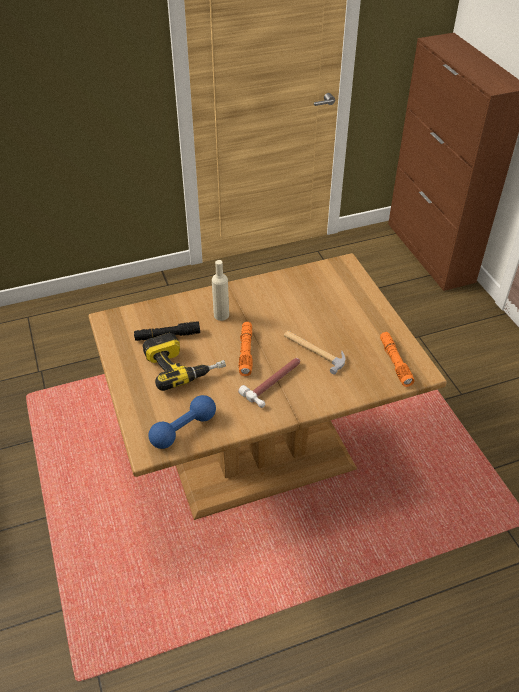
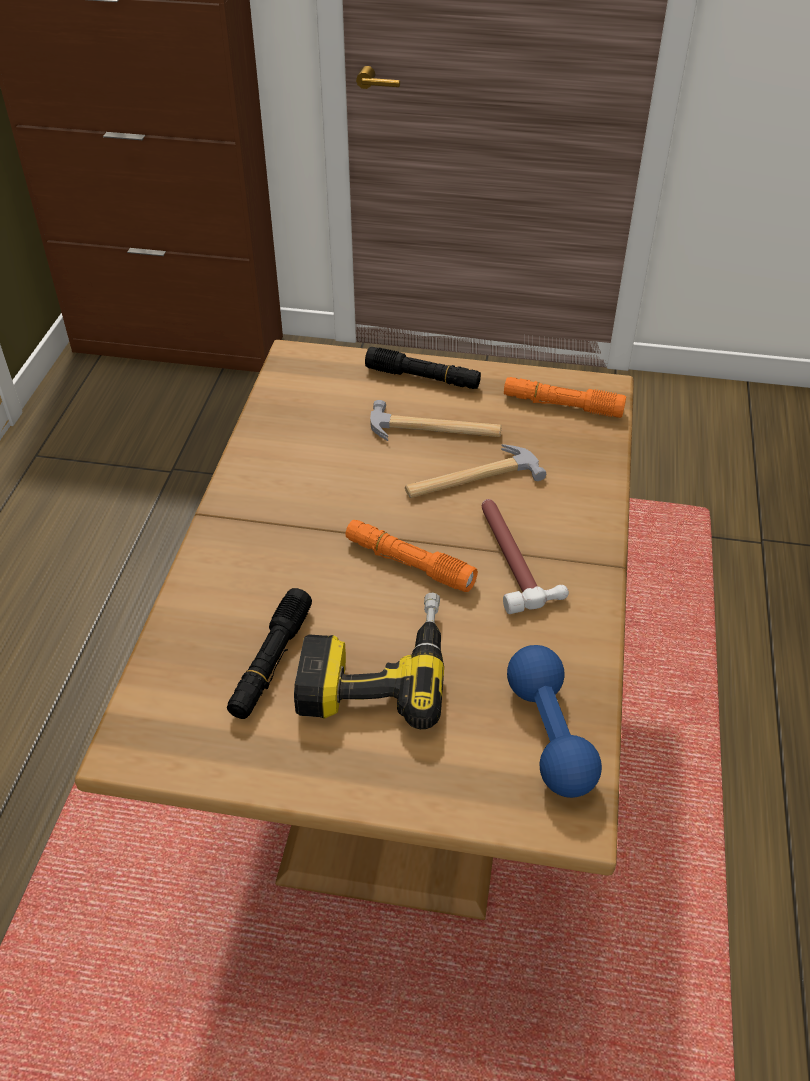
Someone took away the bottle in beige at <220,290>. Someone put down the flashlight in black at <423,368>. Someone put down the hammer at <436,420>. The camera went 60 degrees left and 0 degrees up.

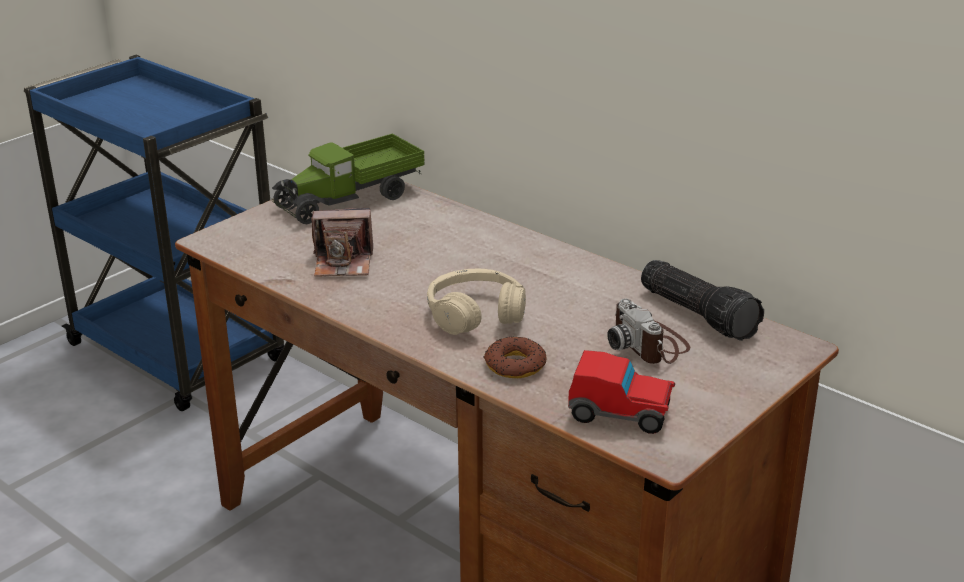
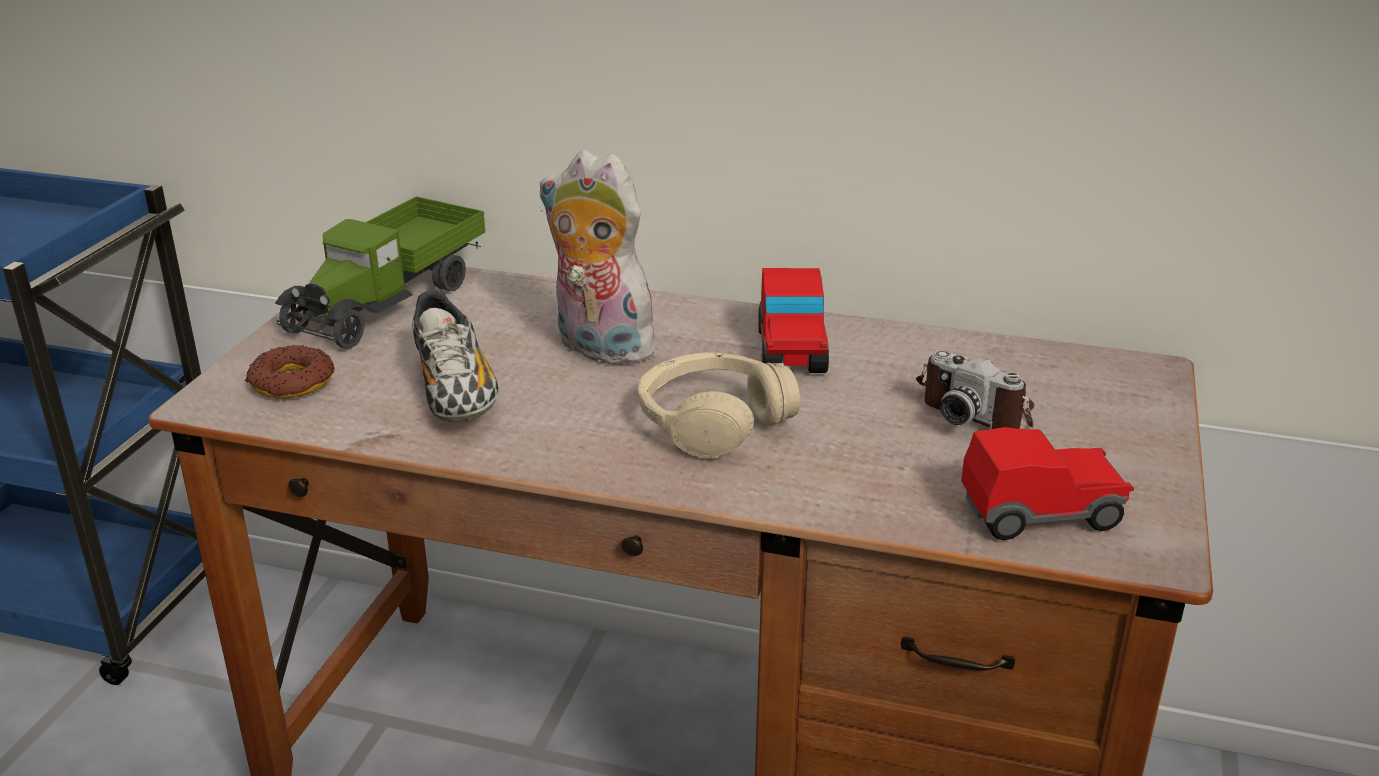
Someone swapped the photo camera at <342,242> for the shoe at <455,356>. Someone carried the donut from <514,357> to <289,371>. Someone took away the flashlight at <702,300>. Someone put down the plush toy at <601,258>. Someone put down the toy car at <793,320>. The camera went 25 degrees left and 0 degrees up.

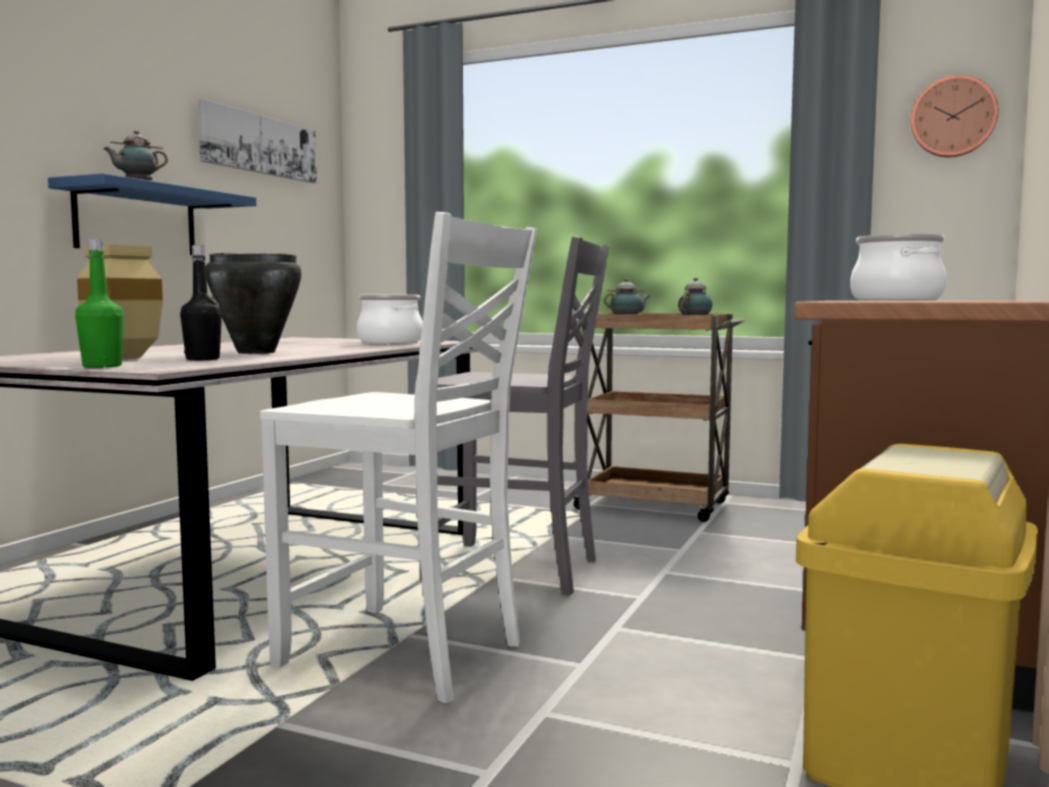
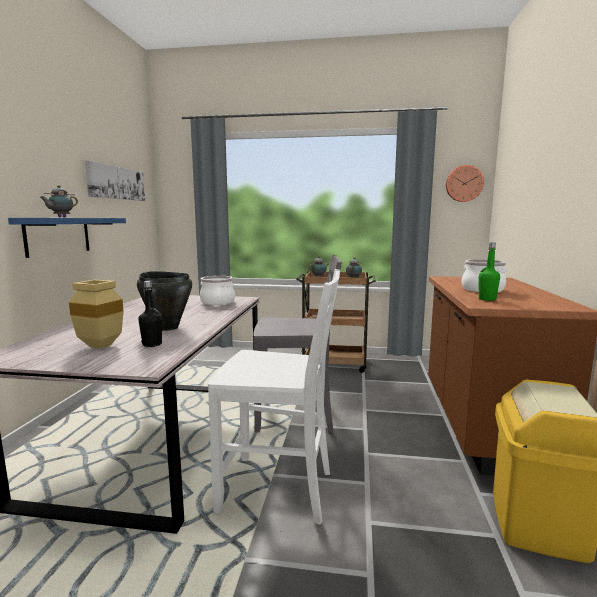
Someone carried the bottle in green from <99,303> to <489,272>. The camera went 15 degrees left and 5 degrees up.

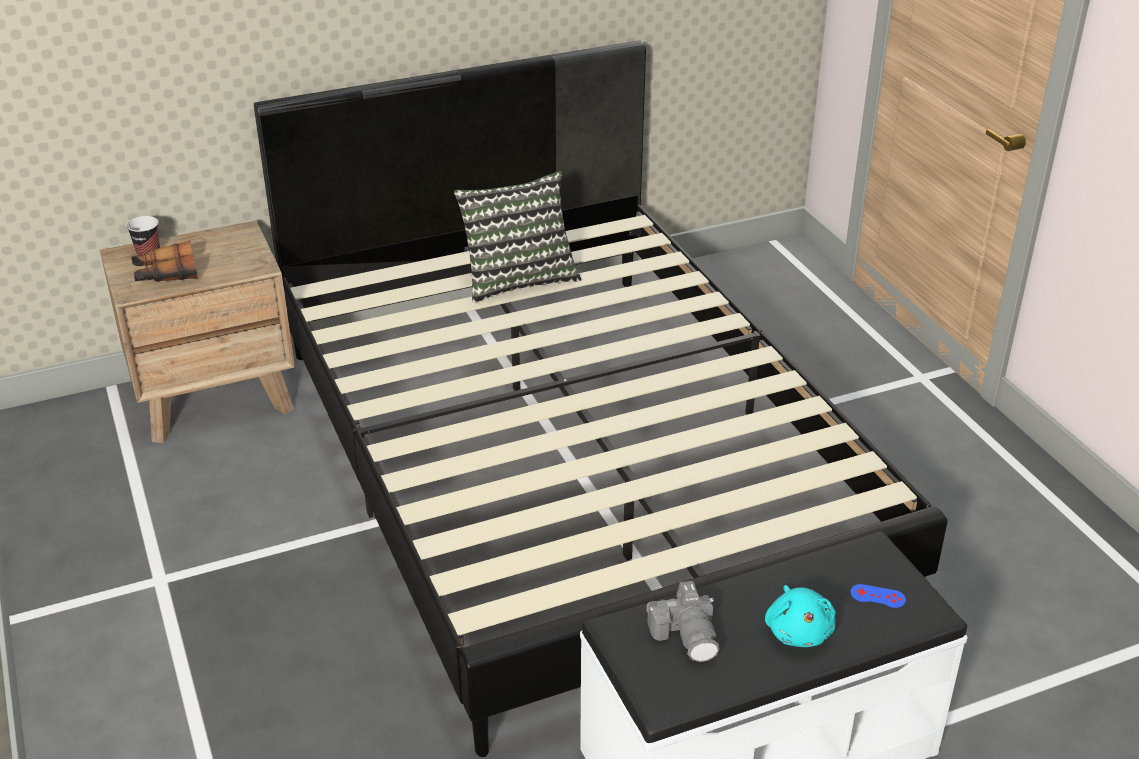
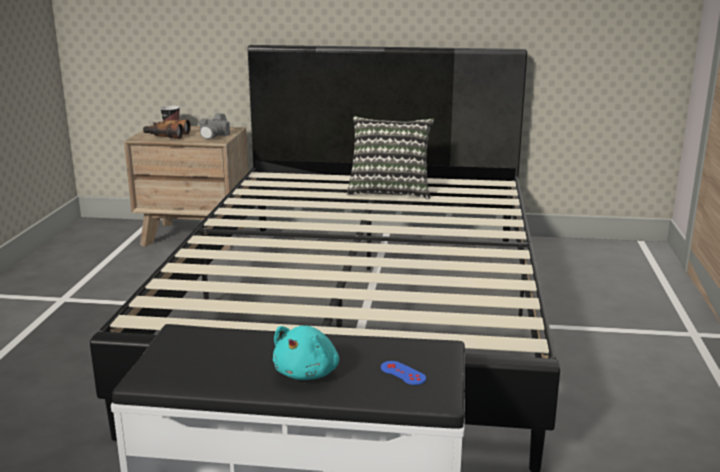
Someone carried the photo camera from <682,621> to <214,126>. The camera went 30 degrees right and 15 degrees down.

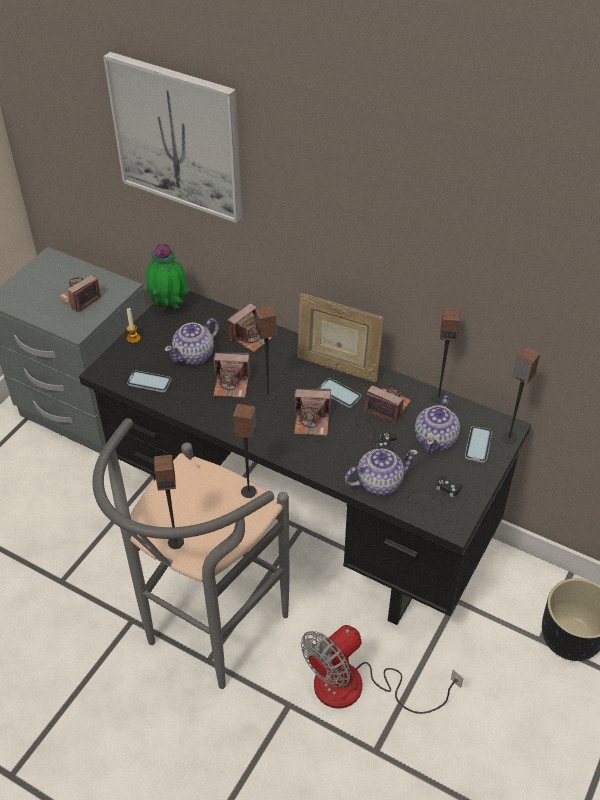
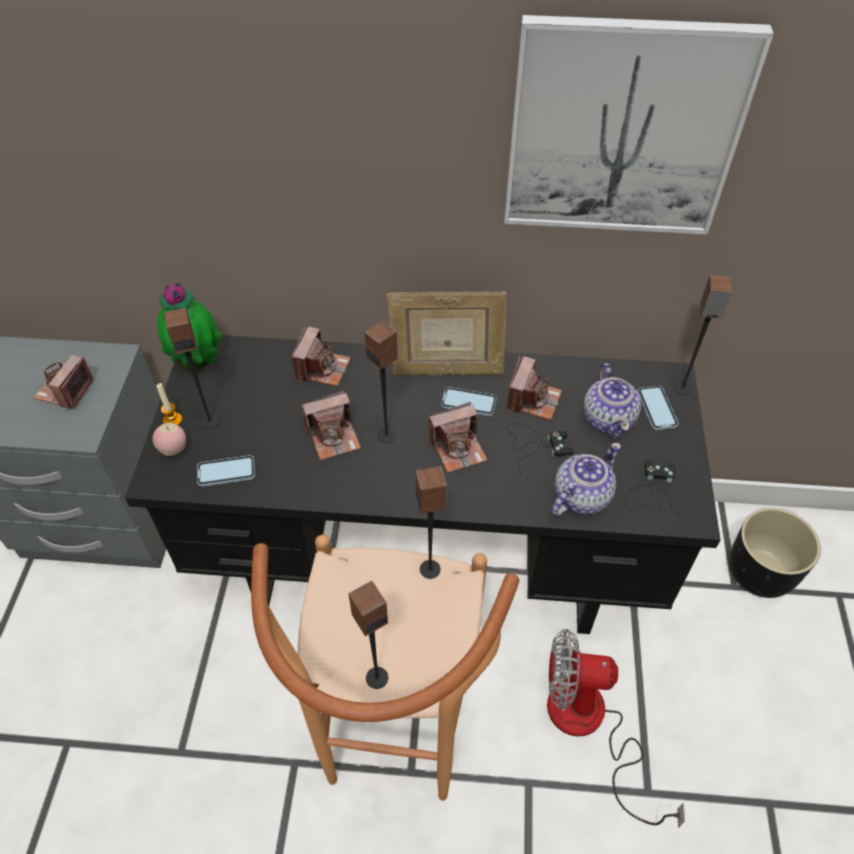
Someone repainted the stool in grey at <191,553>, which became the stool in brown at <385,668>. Someone carried the picture from <173,137> to <639,125>. Someone took away the teapot at <192,341>. Someone rotated the fan at <382,669> by 75 degrees clockwise. Someone rotated the photo camera at <387,404> by 105 degrees clockwise. Someone carried the speaker from <446,355> to <192,368>. Someone put down the apple at <169,439>. The camera went 25 degrees left and 5 degrees up.

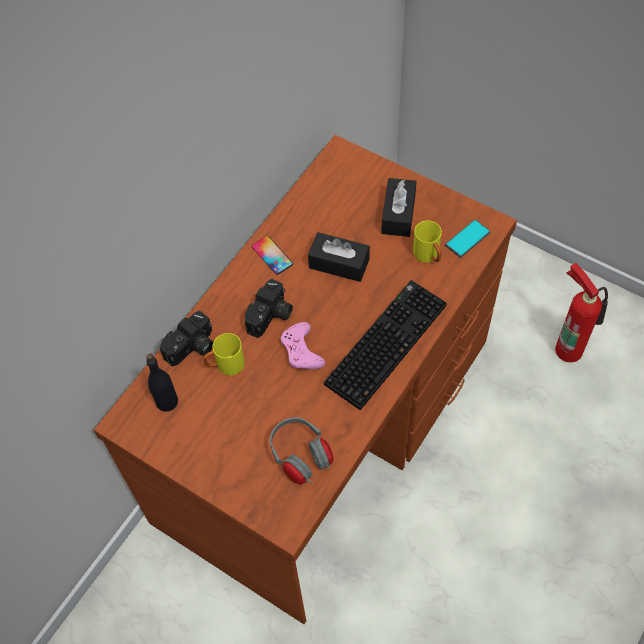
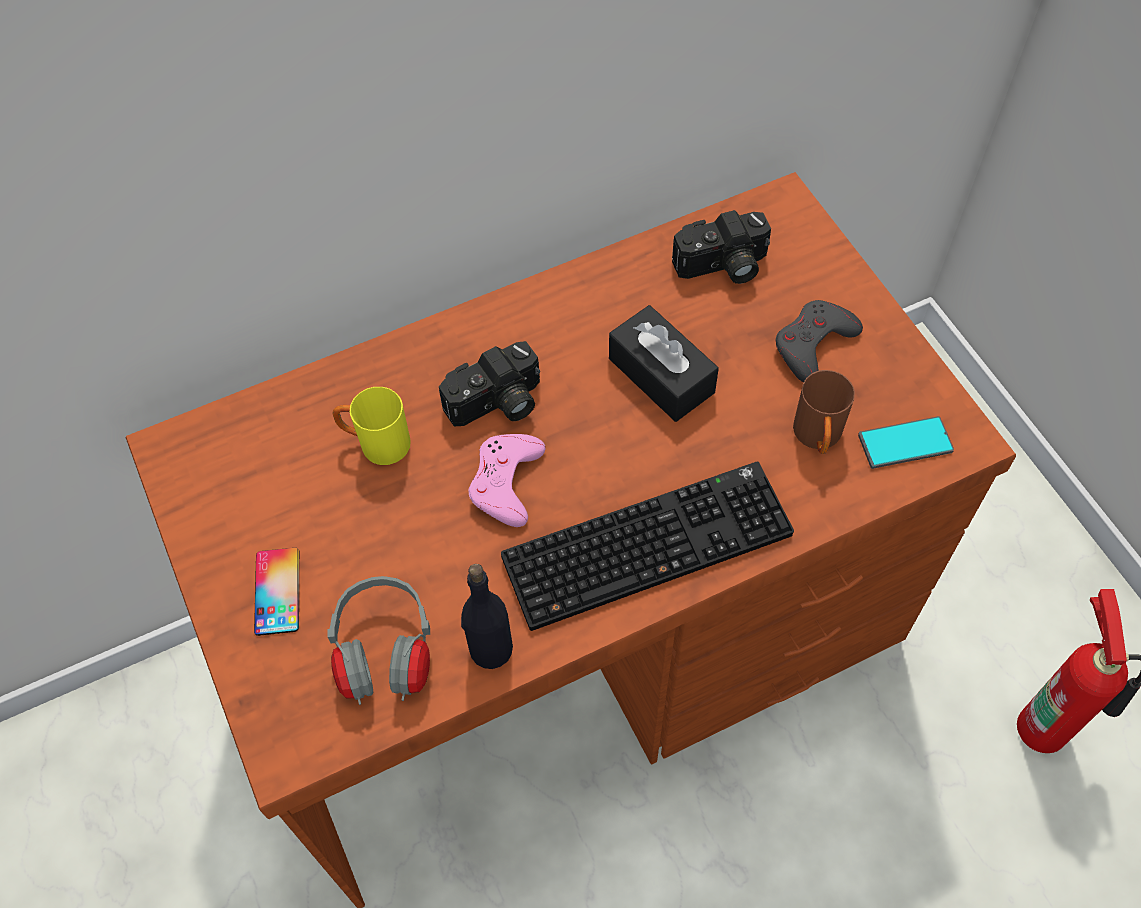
Someone carried the bottle in black from <162,382> to <487,616>. Someone carried the photo camera from <186,339> to <721,247>. Someone carried the phone from <272,255> to <276,592>. Someone swapped the tissue box in black at <399,207> for the game controller in grey at <819,341>. Someone repainted the mug in yellow at <427,241>, which became the mug in brown at <824,412>. The camera went 30 degrees right and 0 degrees up.

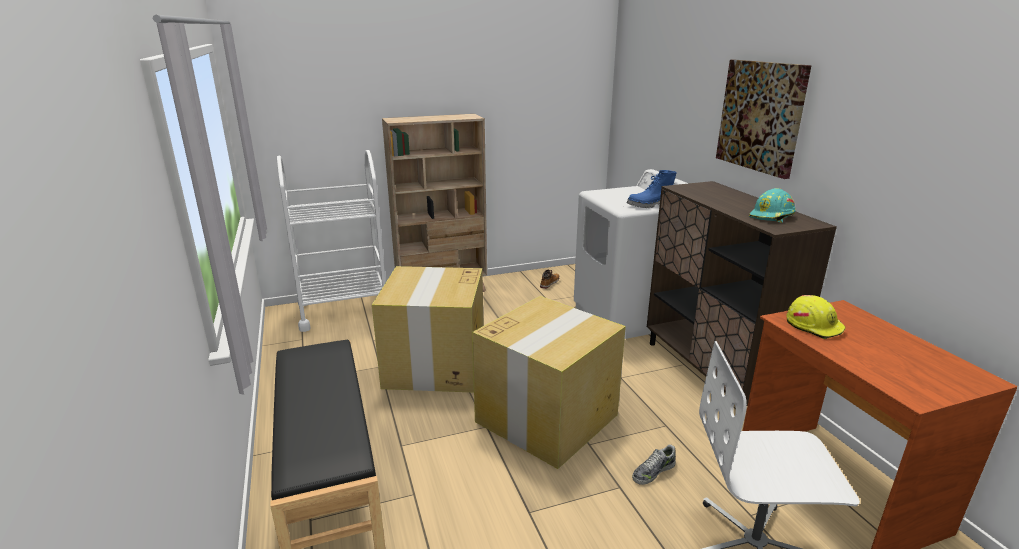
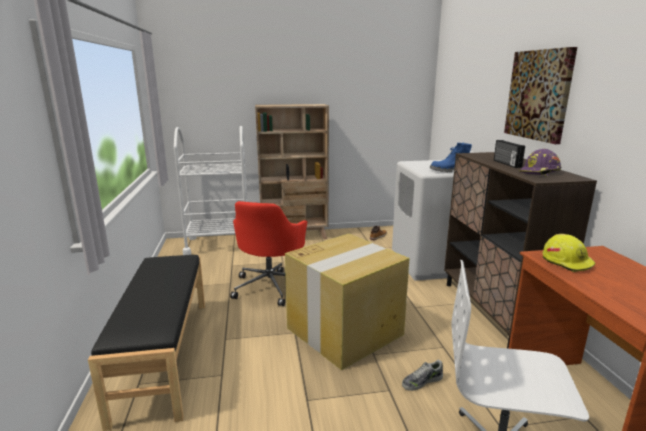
Someone swapped the cardboard box at <428,329> for the office chair in red at <268,253>. Someone repainted the hard hat in turquoise at <772,205>, which became the hard hat in purple at <540,162>. Someone put down the radio at <509,154>. The camera went 10 degrees right and 5 degrees down.

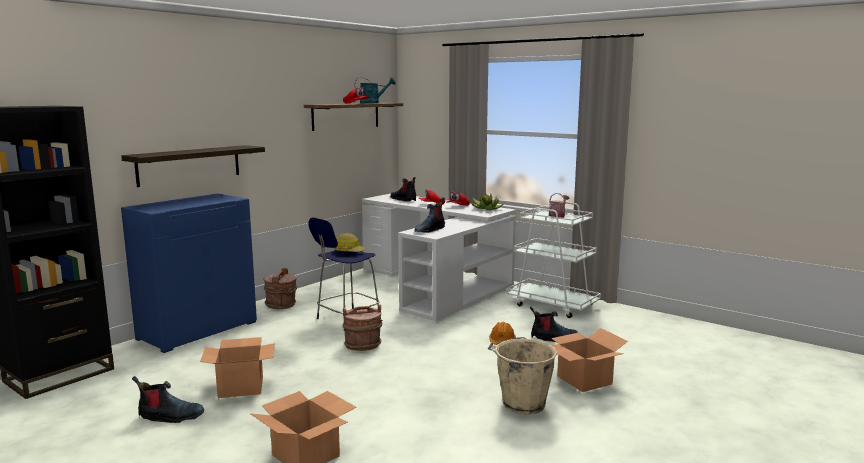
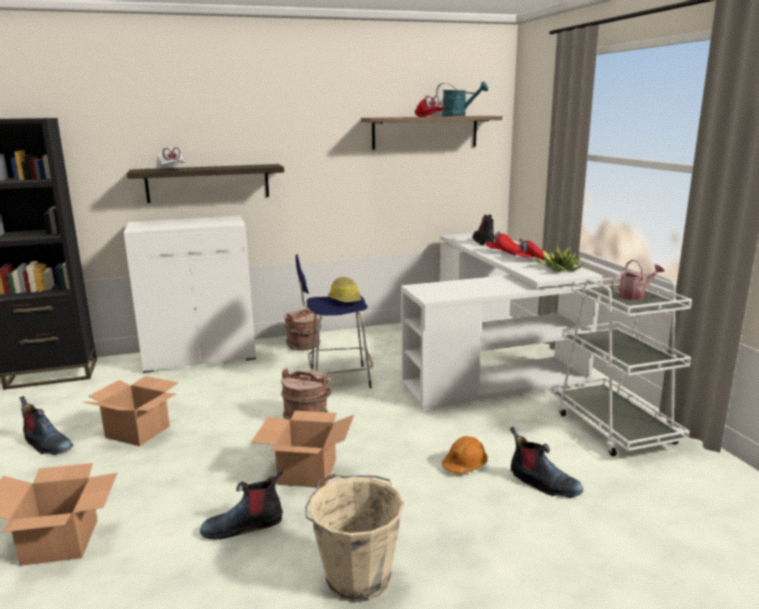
Someone repainted the cabinet in blue at <189,273>, which became the cabinet in white at <190,294>. Someone carried the boot from <429,215> to <241,504>. Someone carried the cardboard box from <589,360> to <302,449>. Someone put down the cap in white at <170,158>. The camera went 35 degrees right and 5 degrees up.

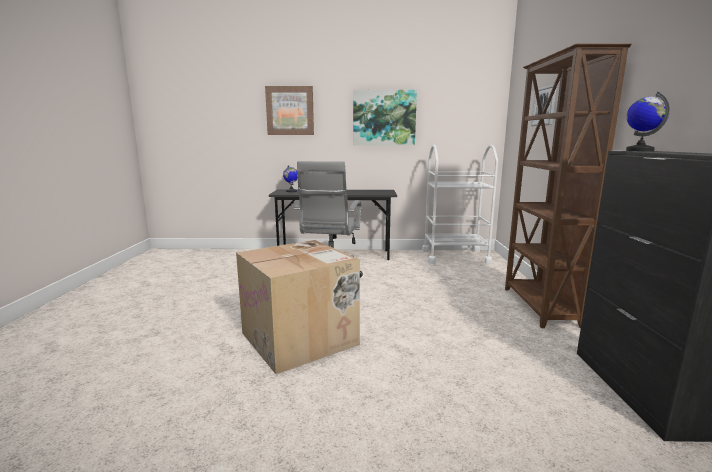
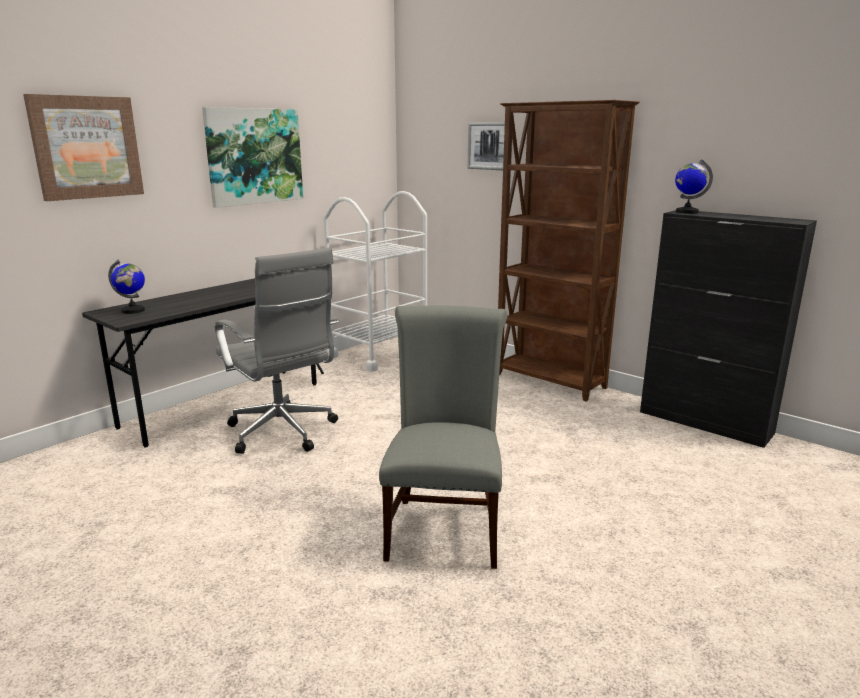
Someone swapped the cardboard box at <298,307> for the chair in grey at <443,437>. The camera went 50 degrees left and 5 degrees up.

